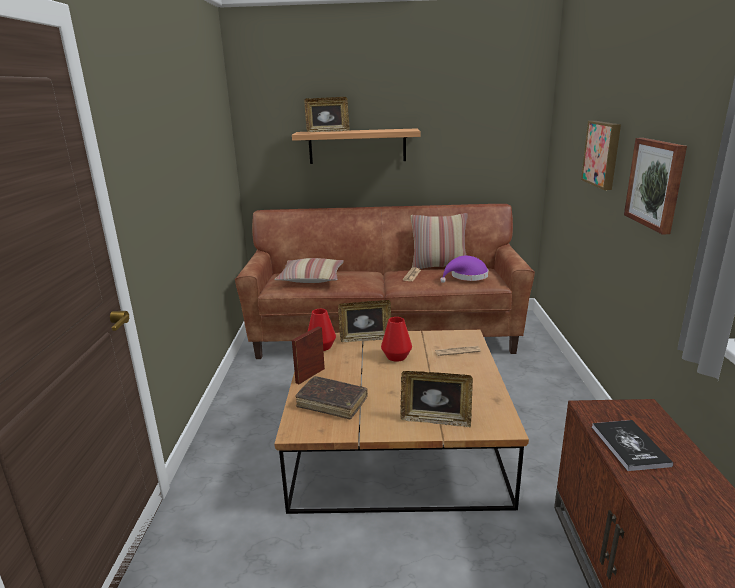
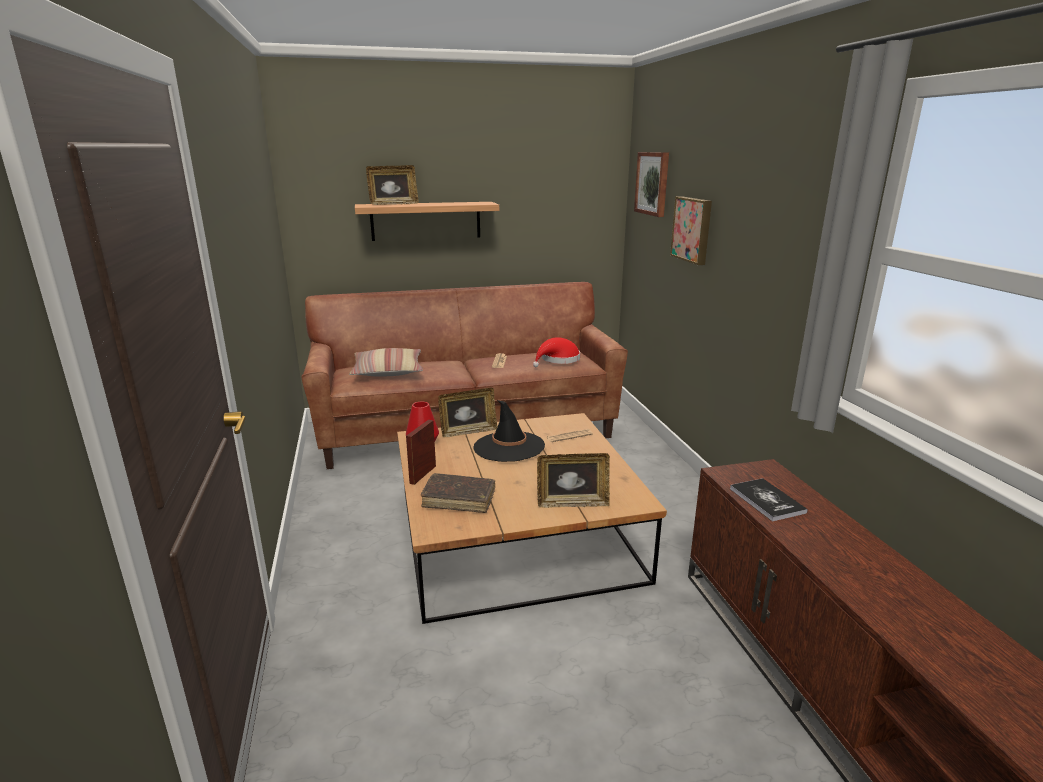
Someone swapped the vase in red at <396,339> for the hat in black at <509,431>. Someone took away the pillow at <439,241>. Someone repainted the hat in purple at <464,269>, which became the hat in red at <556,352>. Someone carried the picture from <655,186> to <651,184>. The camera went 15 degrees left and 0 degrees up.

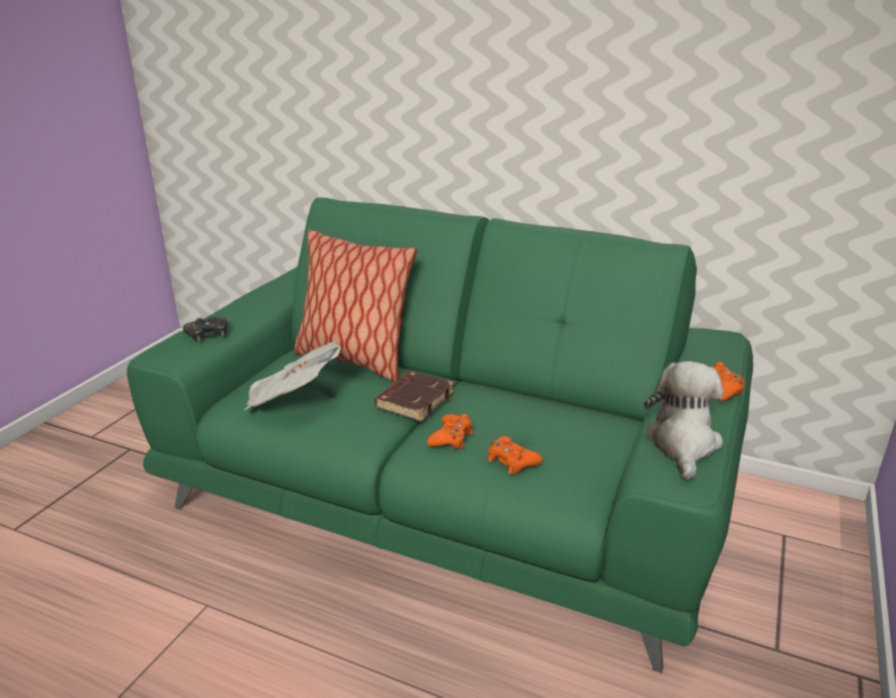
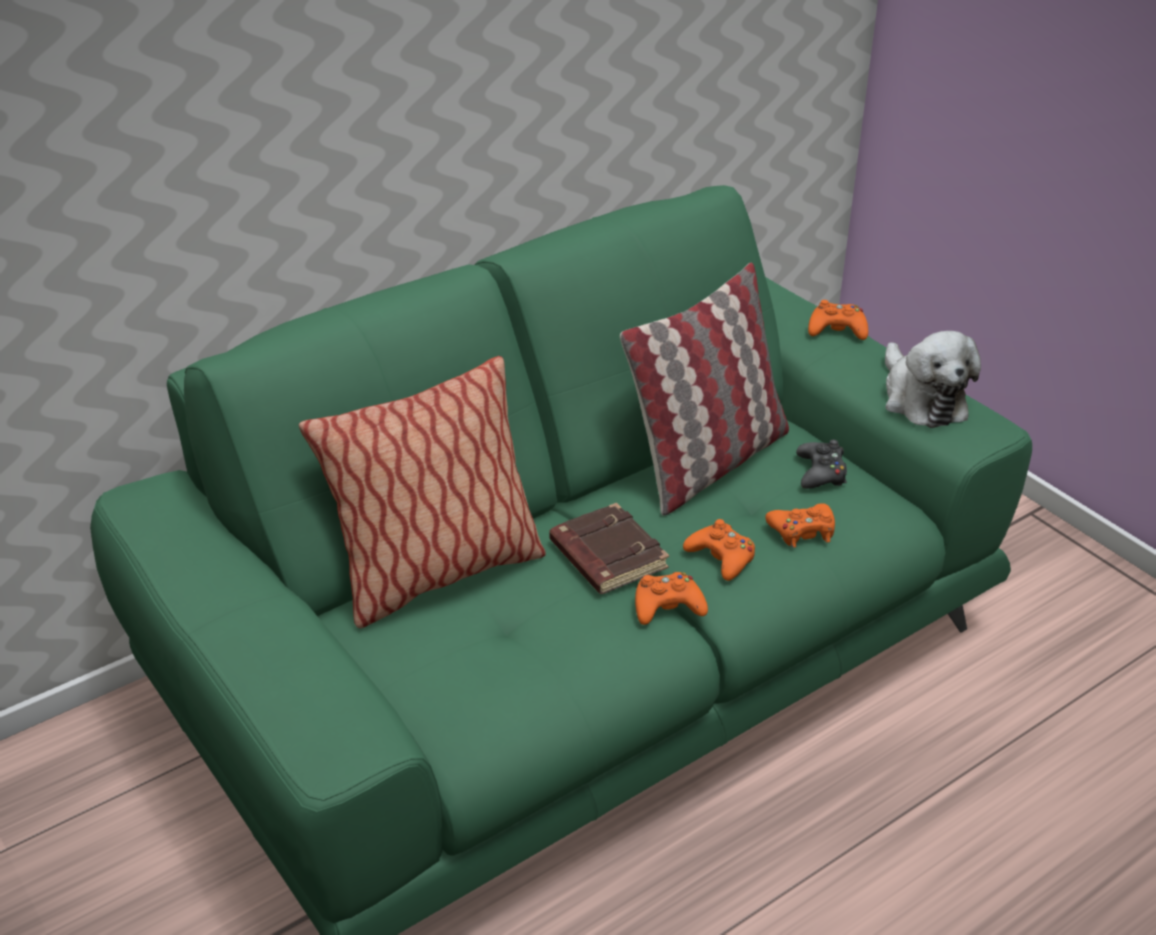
Someone carried the game controller in black from <205,329> to <821,464>. Someone took away the newspaper at <292,375>. Someone rotated the plush toy at <683,420> by 150 degrees counterclockwise. Someone put down the pillow at <704,389>. Someone put down the game controller in orange at <671,598>. The camera went 60 degrees left and 10 degrees up.

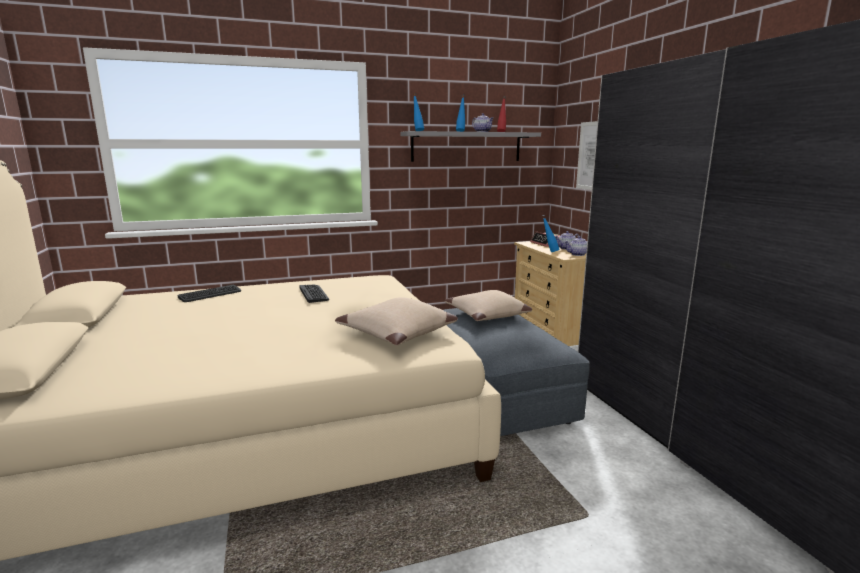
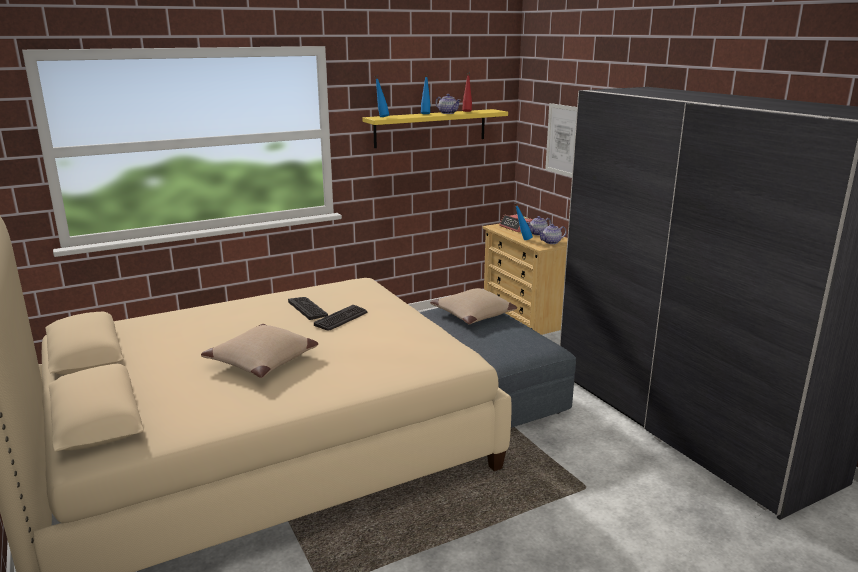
Someone carried the keyboard from <209,293> to <340,317>. Someone carried the pillow in beige from <396,321> to <259,351>. Someone repainted the shelf in grey at <470,146>, which became the shelf in yellow at <435,128>. The camera went 10 degrees left and 5 degrees up.

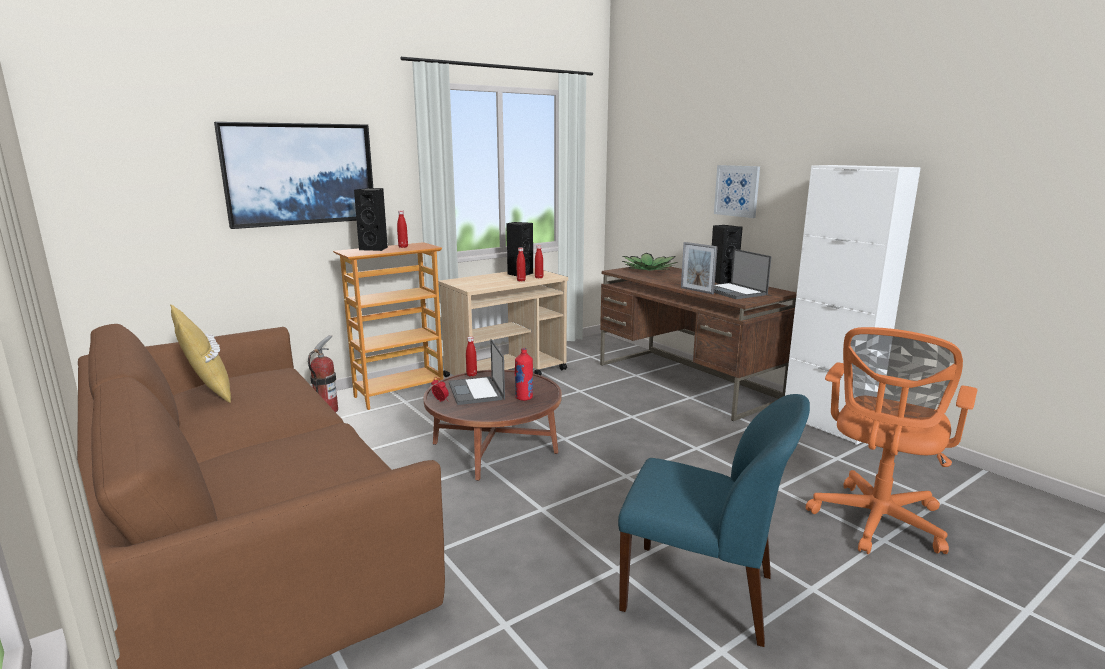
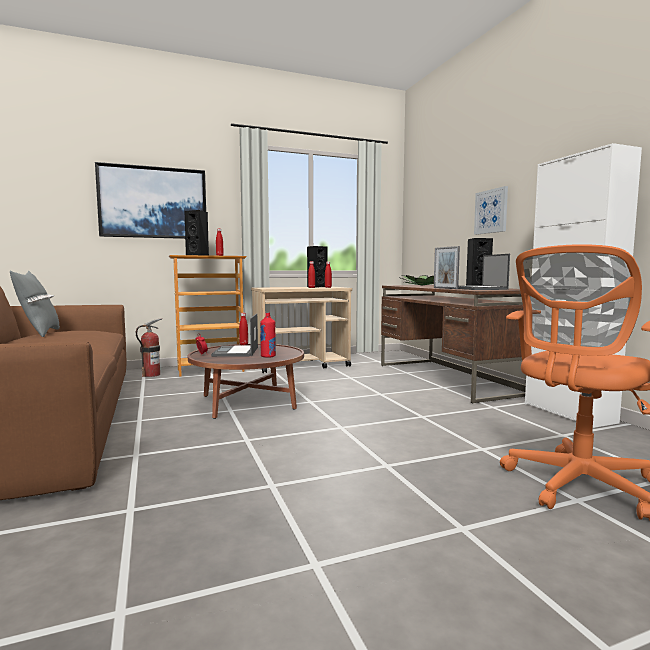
Someone repainted the pillow in yellow at <200,353>, which became the pillow in grey at <35,304>. Someone took away the chair in blue at <714,520>. The camera went 15 degrees right and 10 degrees down.

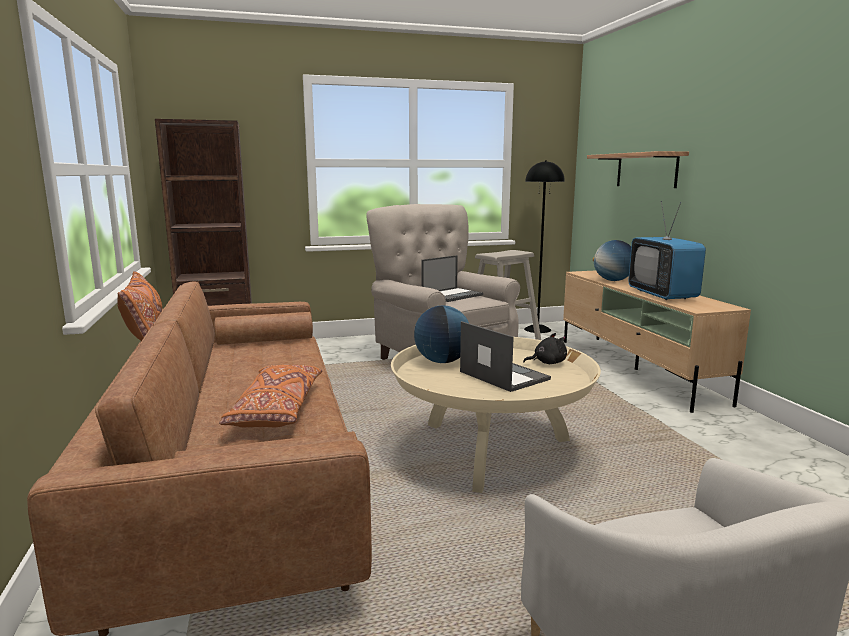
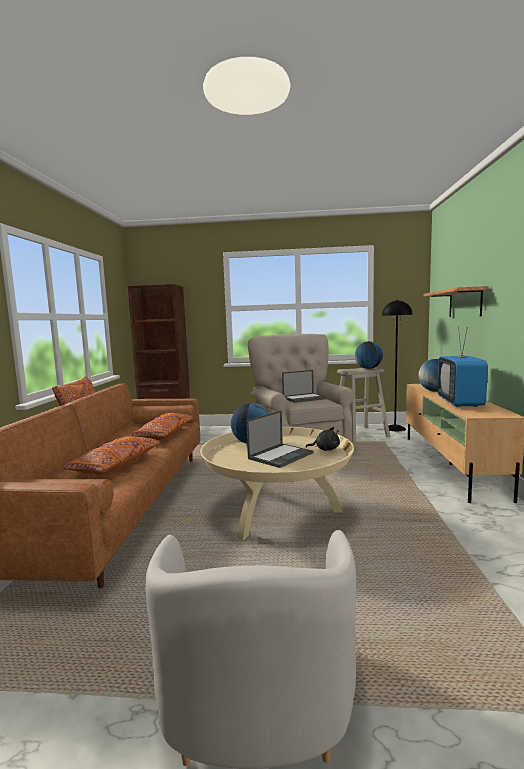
Someone rotated the laptop at <505,356> by 60 degrees clockwise. Someone put down the pillow in orange at <162,426>. Someone put down the globe at <369,355>. The camera went 20 degrees right and 5 degrees down.

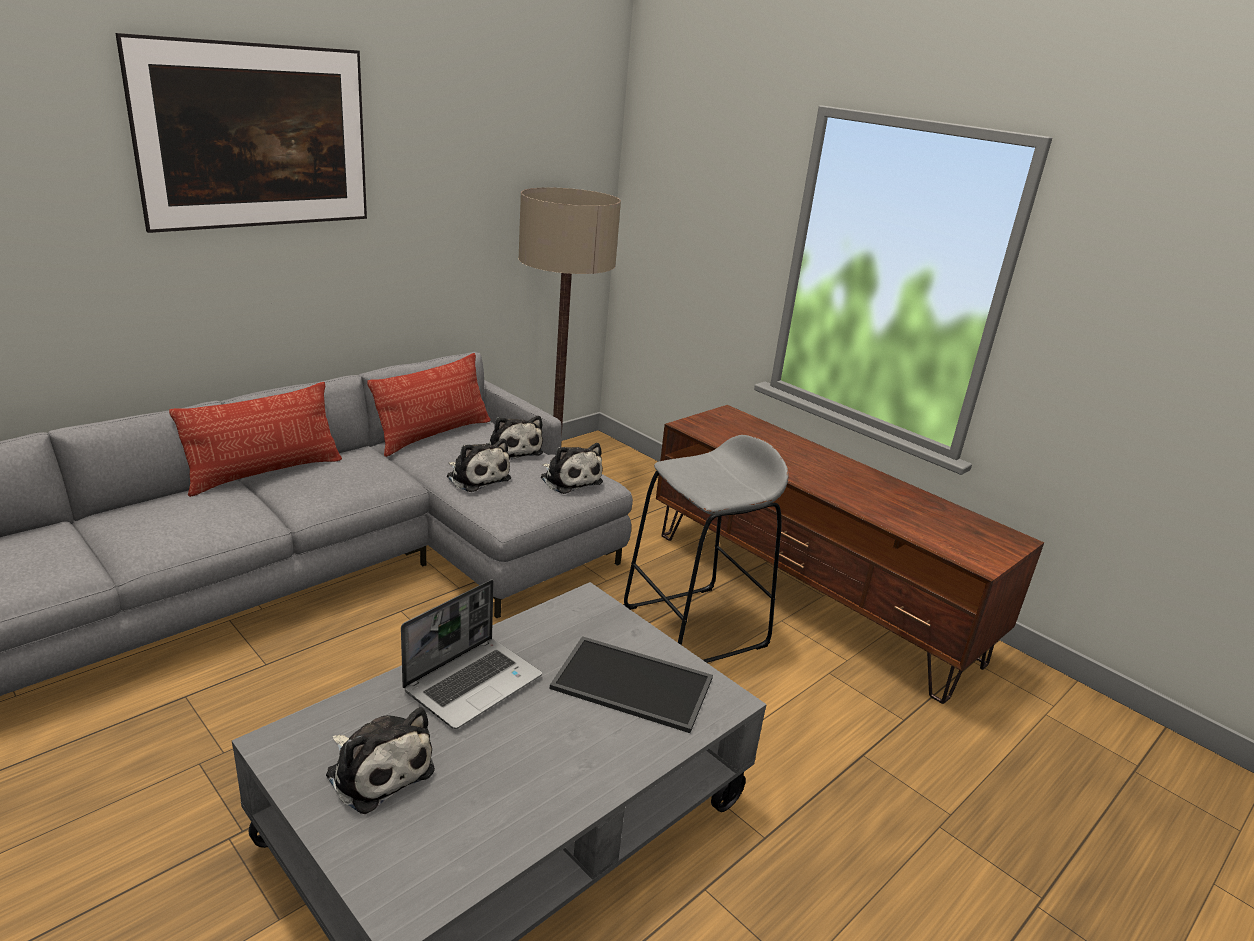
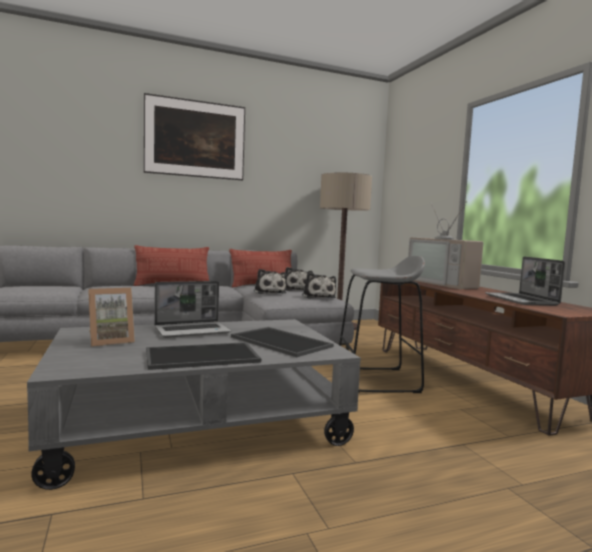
Someone swapped the plush toy at <380,760> for the picture frame at <111,317>. Someone put down the tray at <203,356>. Someone put down the television at <445,245>. Someone put down the laptop at <525,281>. The camera went 25 degrees right and 20 degrees down.

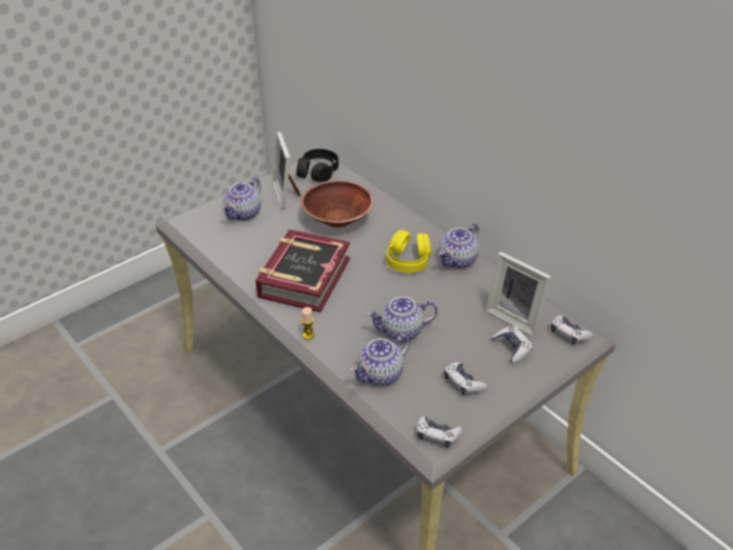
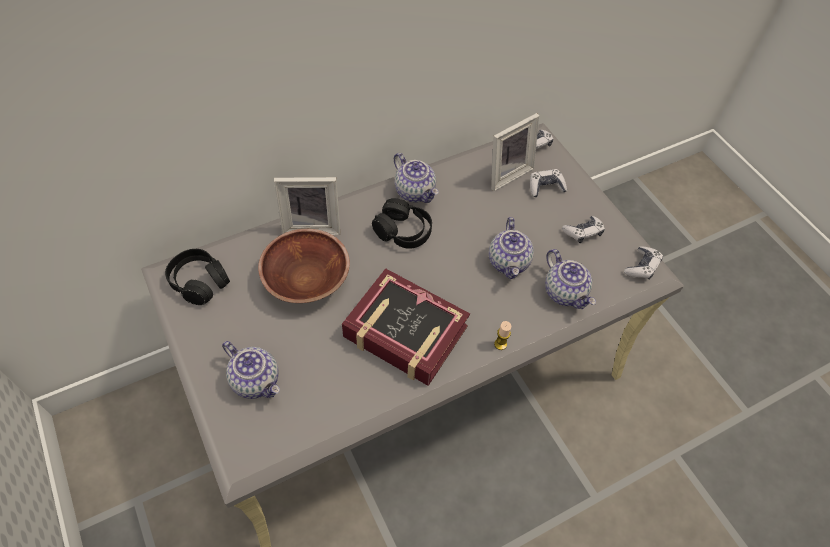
Someone carried the picture frame from <286,170> to <307,206>. Someone repainted the headphones in yellow at <408,250>, which became the headphones in black at <402,223>. The camera went 80 degrees left and 15 degrees up.

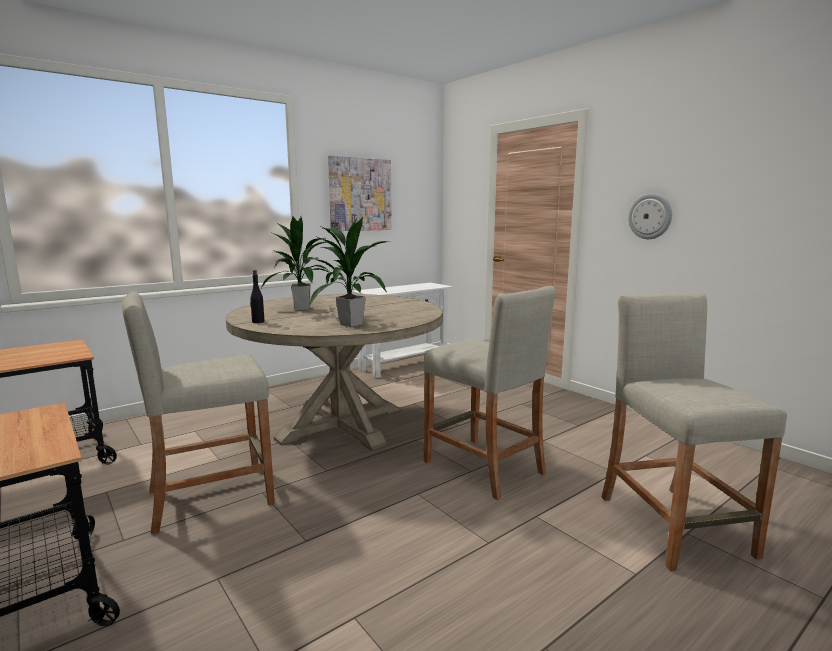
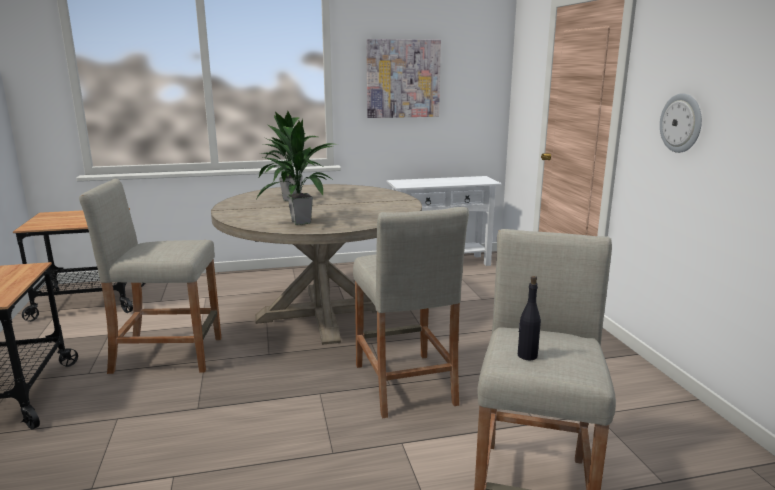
Someone carried the bottle in black from <257,296> to <529,318>. The camera went 25 degrees right and 5 degrees up.

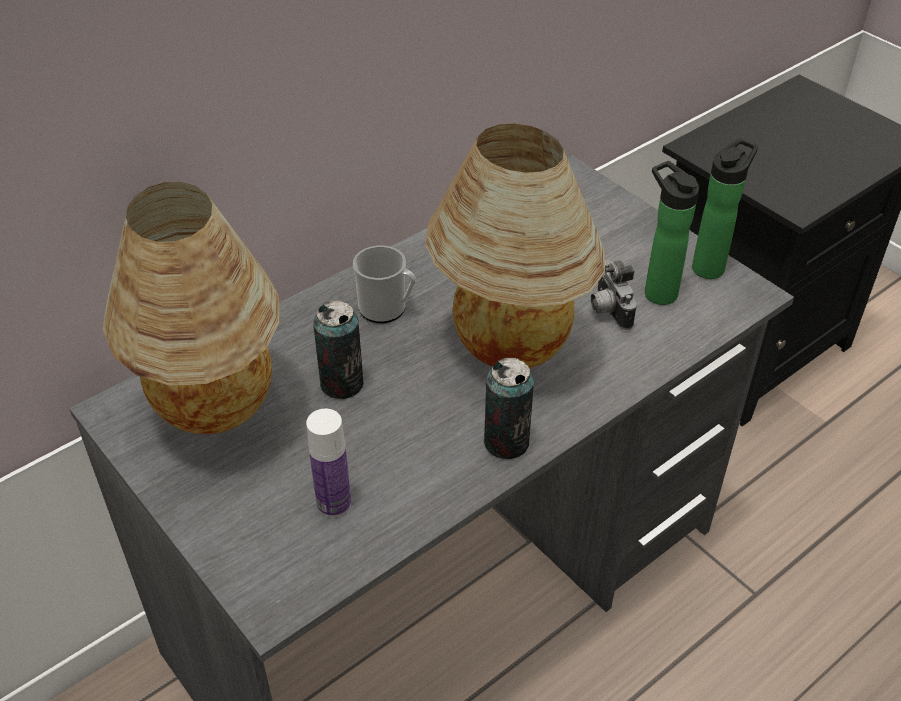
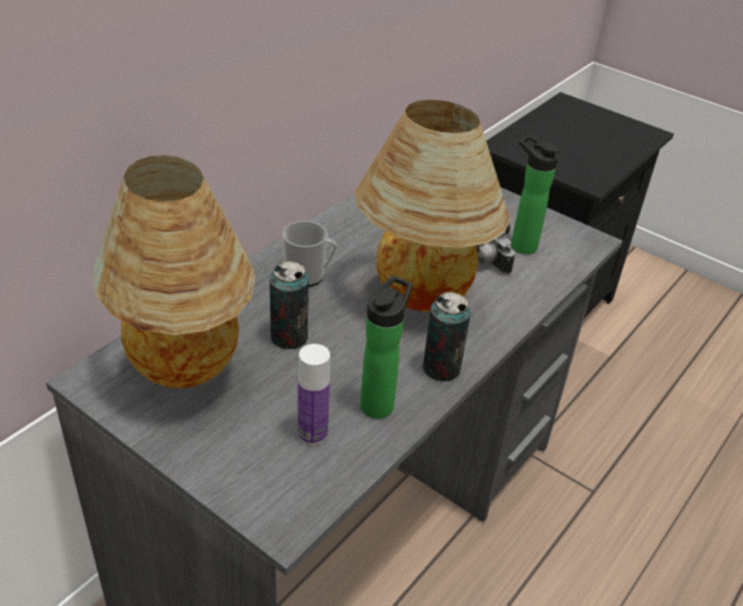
Someone carried the bottle from <725,208> to <386,347>. The camera went 15 degrees left and 5 degrees down.

